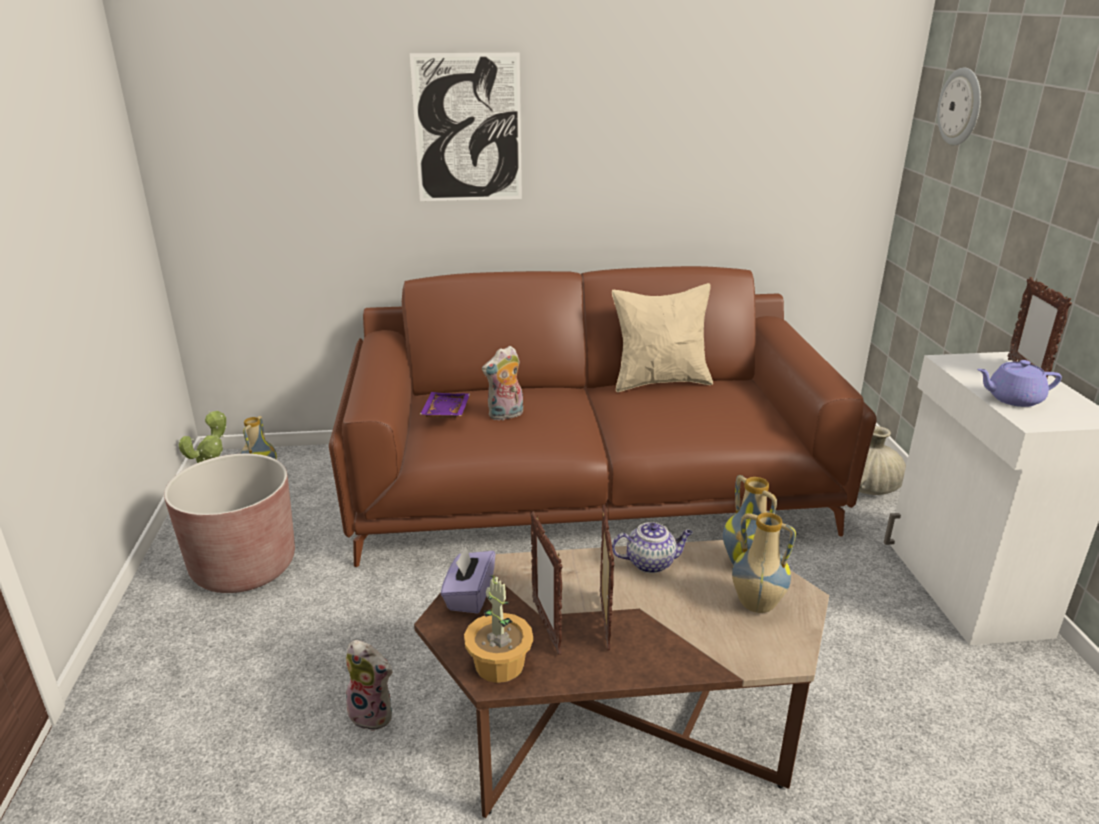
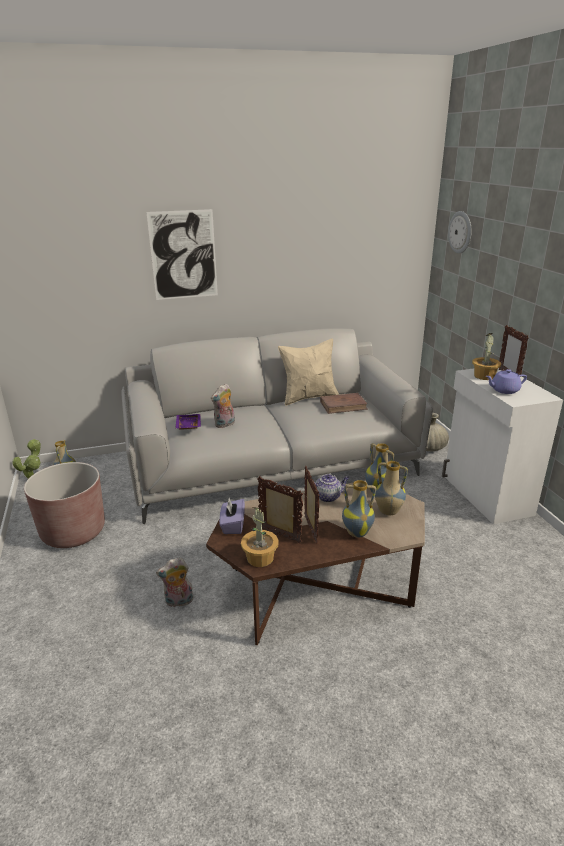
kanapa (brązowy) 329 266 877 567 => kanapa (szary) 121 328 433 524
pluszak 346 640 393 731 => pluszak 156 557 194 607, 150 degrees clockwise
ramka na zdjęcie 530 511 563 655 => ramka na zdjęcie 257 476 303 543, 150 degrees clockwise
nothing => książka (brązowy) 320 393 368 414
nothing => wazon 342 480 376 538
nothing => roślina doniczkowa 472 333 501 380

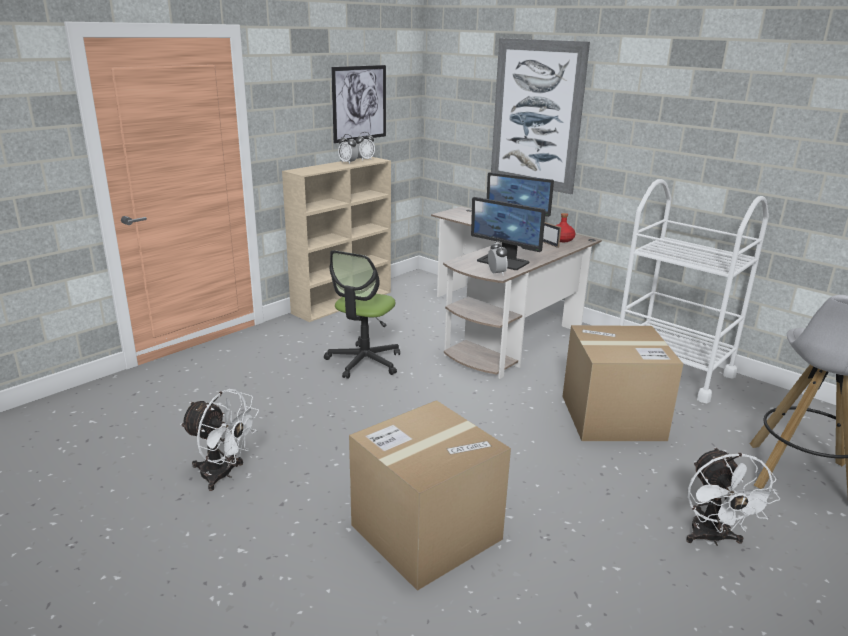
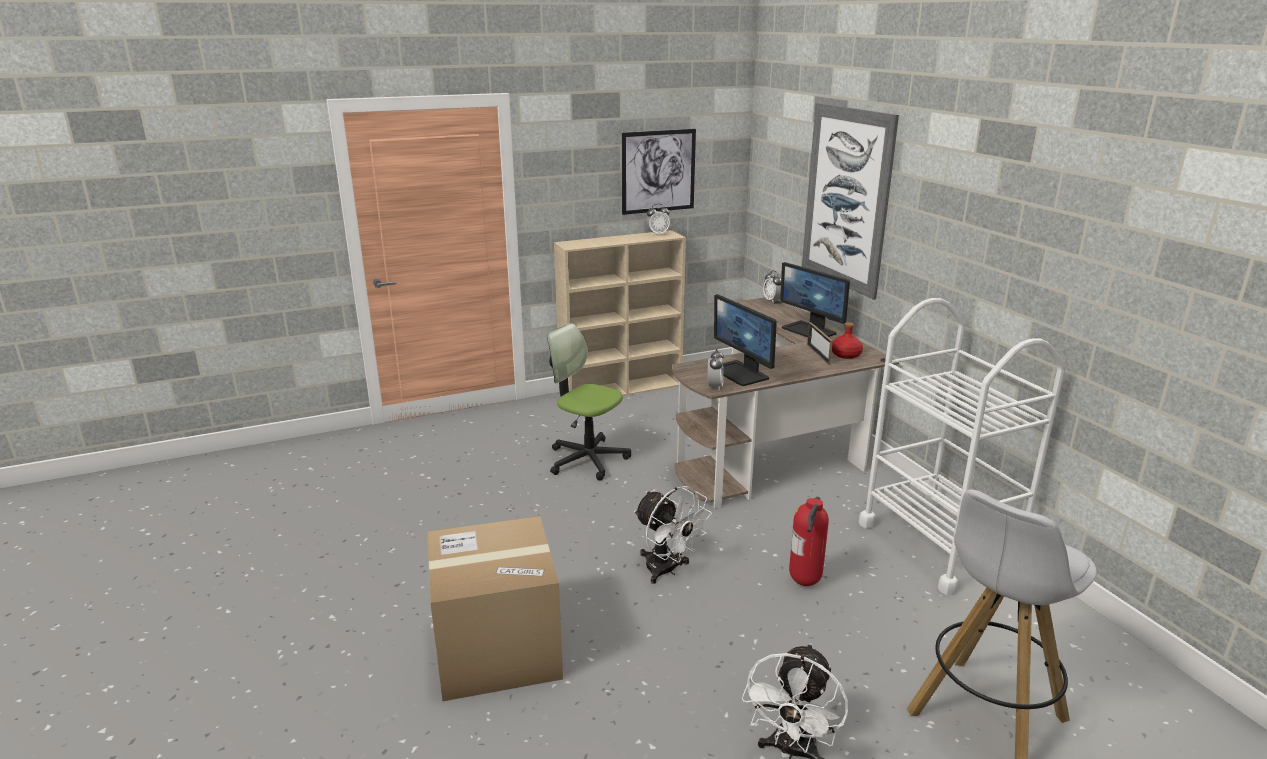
krzesło biurowe 324 250 400 379 => krzesło biurowe 547 323 631 481, 75 degrees clockwise
wentylator (biały) 180 389 259 491 => wentylator (biały) 634 486 712 584, move
budzik 338 134 358 164 => budzik 763 271 781 302, move
karton 562 325 683 441 => gaśnica 789 497 829 586

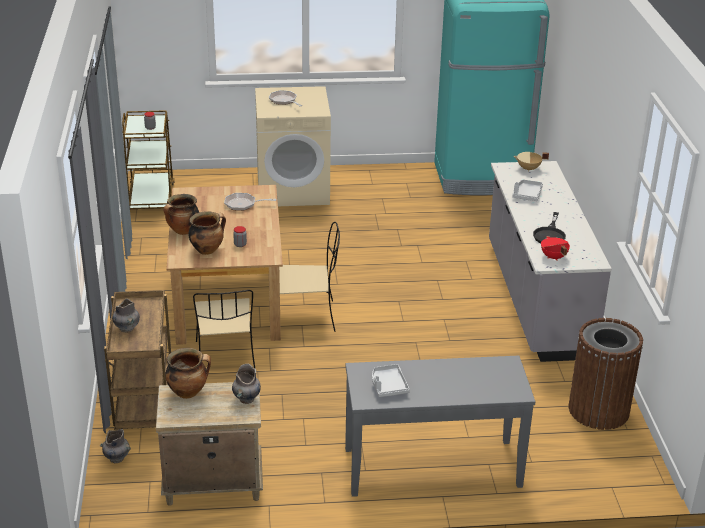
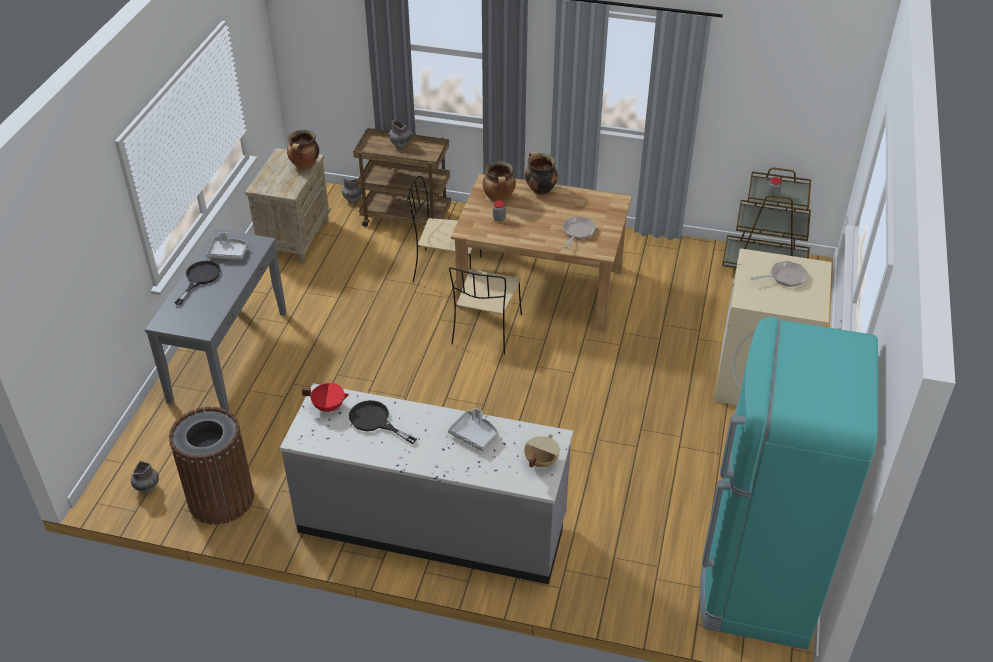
wazon (szary) 232 364 261 404 => wazon (szary) 131 461 159 493, move
nothing => patelnia (czarny) 175 261 221 305

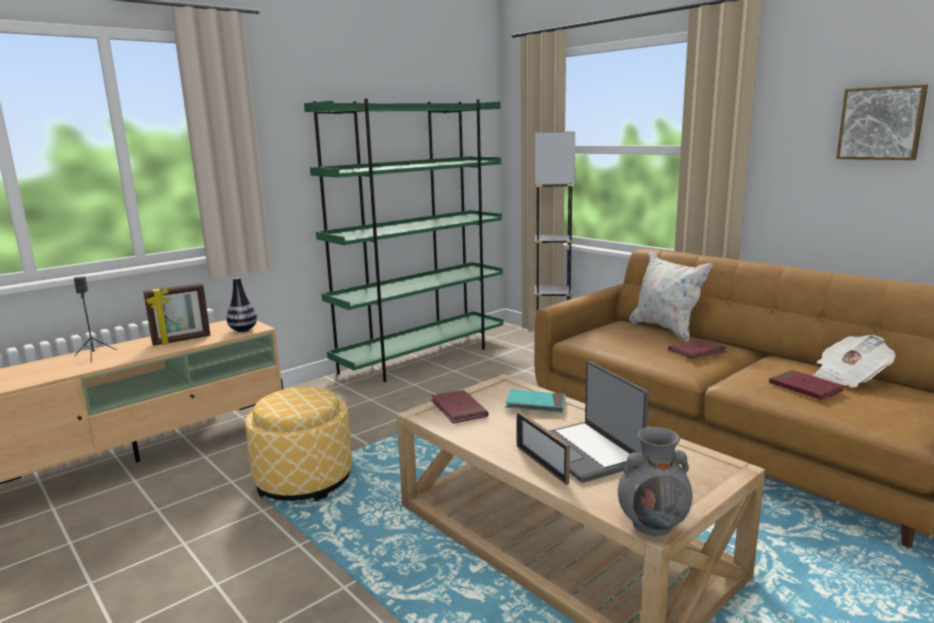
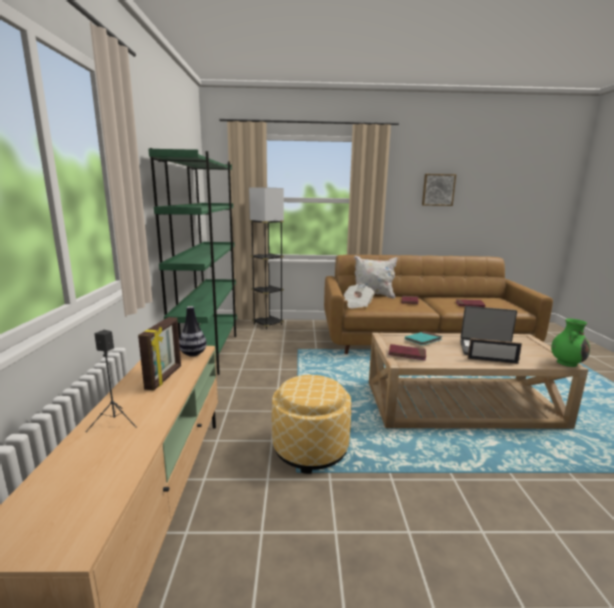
gazeta 813 335 895 387 => gazeta 344 284 375 308, move
wazon (szary) 618 427 692 536 => wazon (zielony) 551 319 590 367

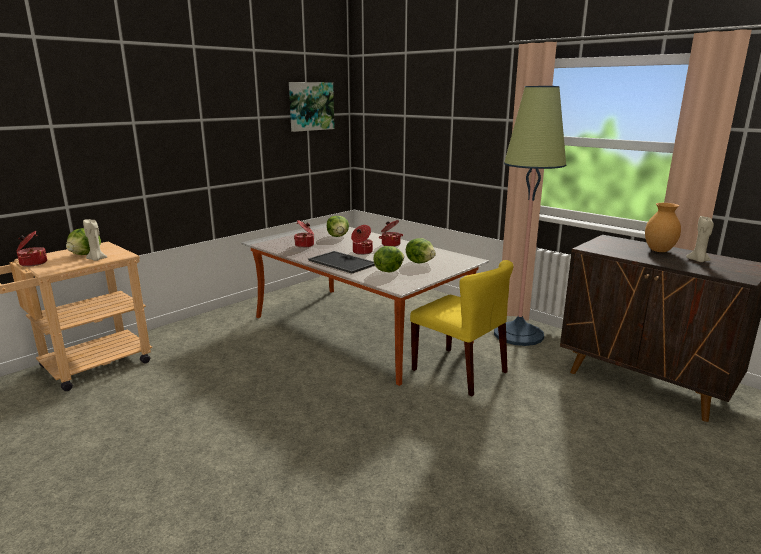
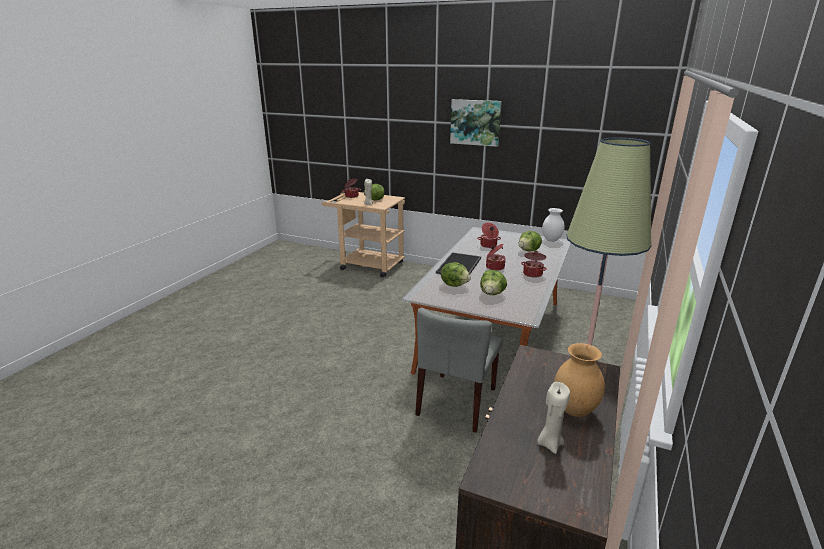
krzesło (żółty) 410 260 513 397 => krzesło (szary) 415 307 503 433
obraz 289 82 334 132 => obraz 450 99 502 147, move
nothing => wazon (biały) 542 208 565 242

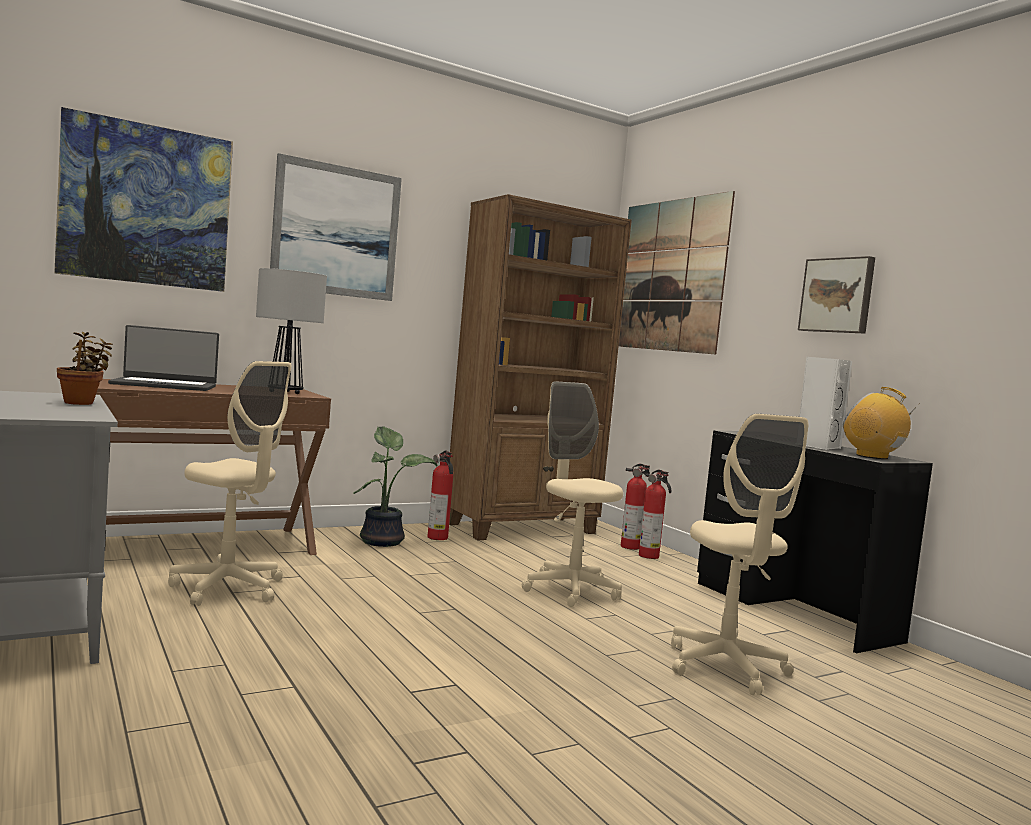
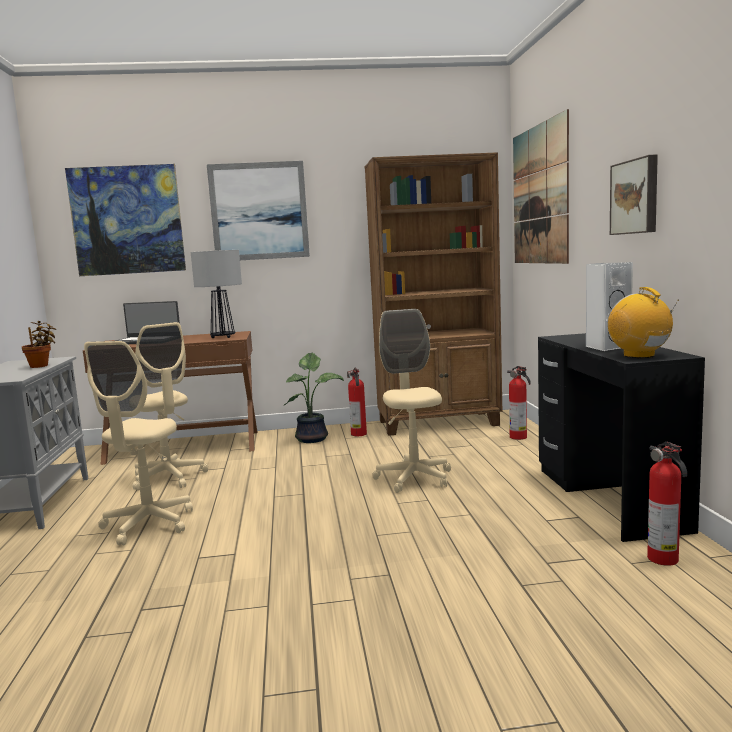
krzesło biurowe (beżowy) 671 414 808 695 => krzesło biurowe (beżowy) 84 341 193 545, move
gaśnica 639 470 671 559 => gaśnica 647 442 687 566, move

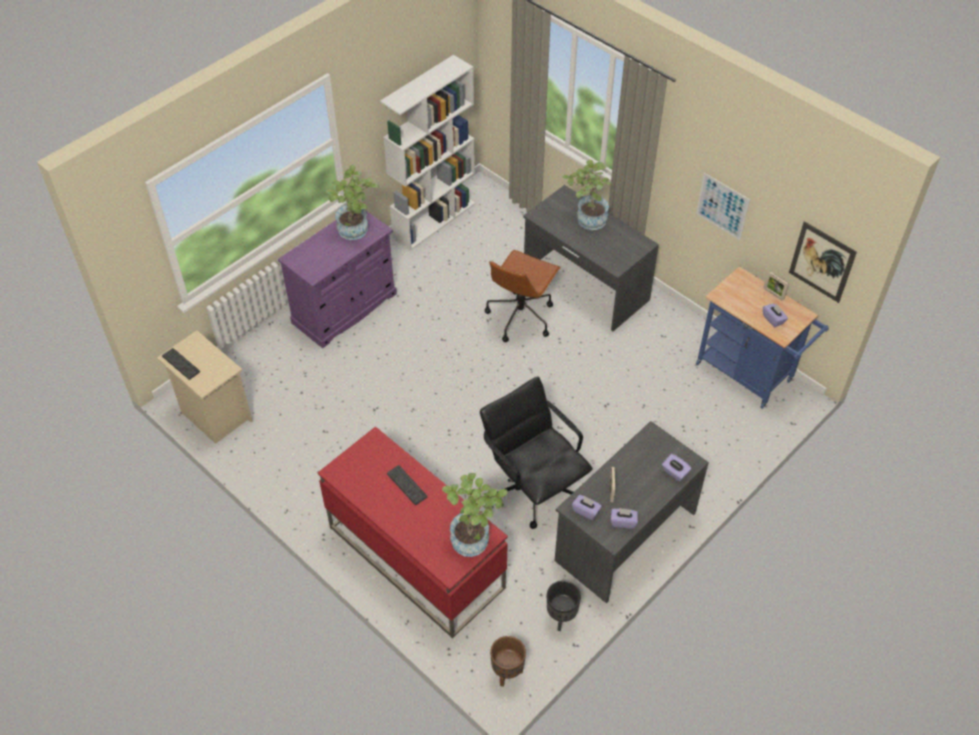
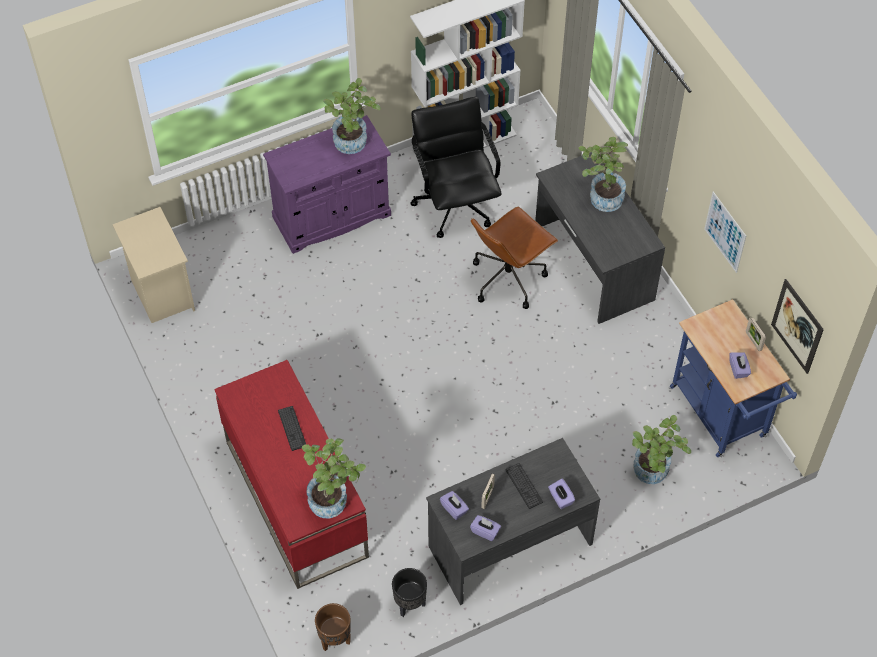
krzesło biurowe (czarny) 480 376 593 529 => krzesło biurowe (czarny) 410 97 502 238, move
klawiatura 162 348 200 380 => klawiatura 506 463 543 509, move
nothing => roślina doniczkowa 632 415 691 484

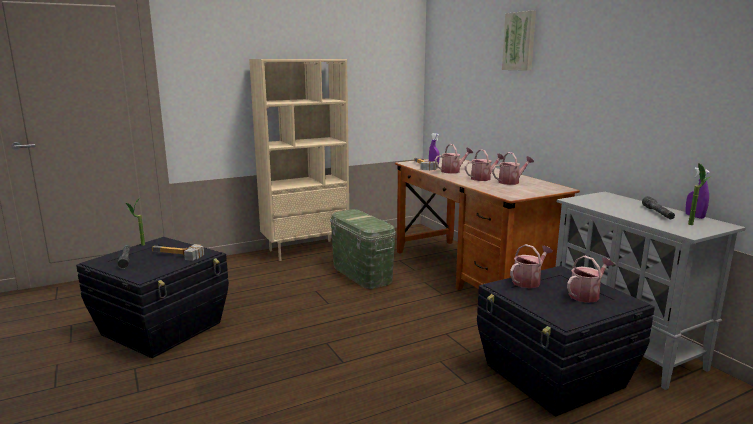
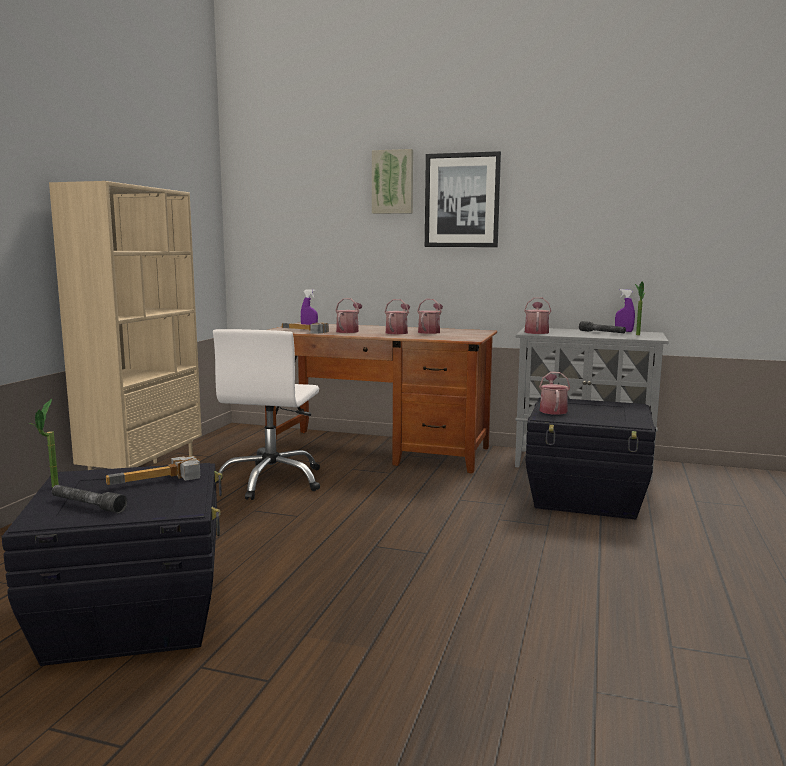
pojemnik do przechowywania (zielony) 330 209 396 289 => krzesło biurowe (biały) 213 329 320 500
nothing => obraz 425 151 501 247
konewka 567 256 614 303 => konewka 524 297 551 334, move

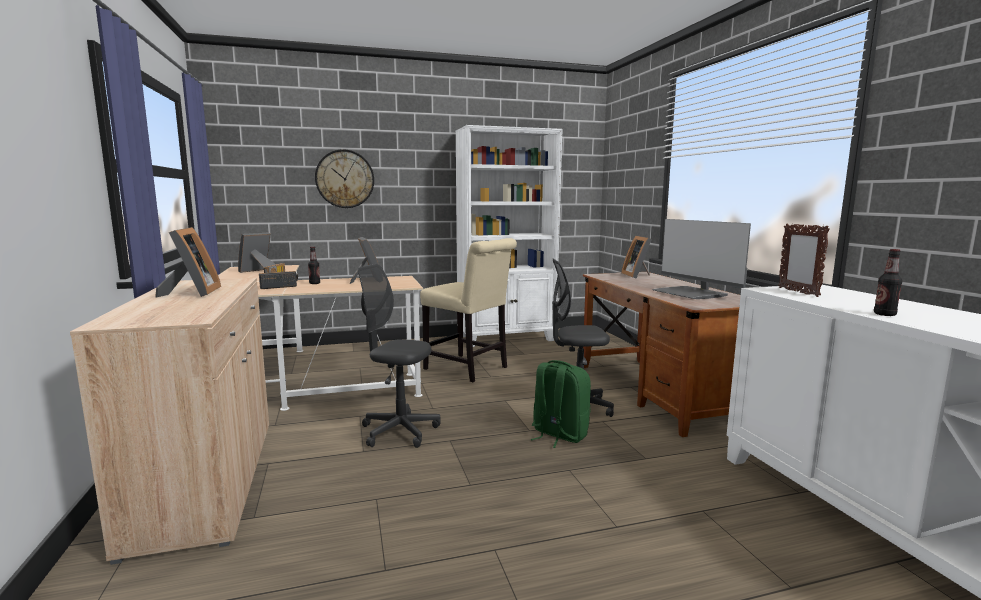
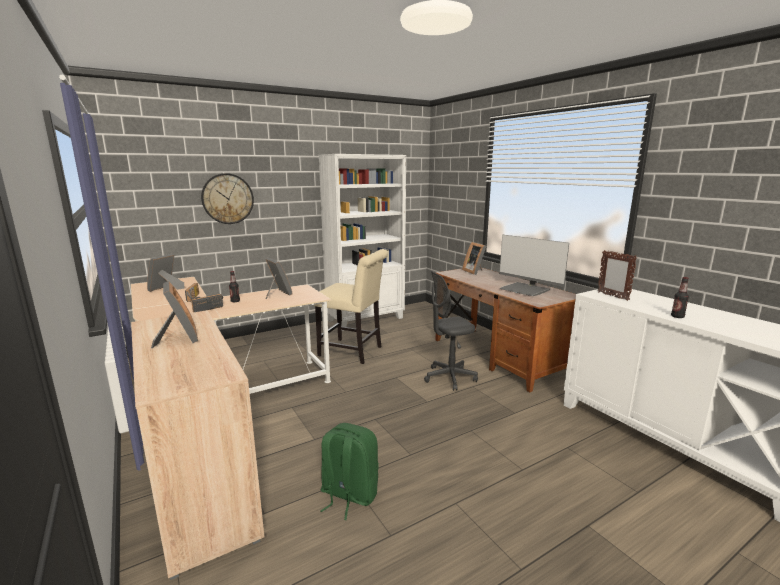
plecak (zielony) 530 360 591 448 => plecak (zielony) 320 423 379 520, move
krzesło biurowe (szary) 358 264 441 448 => nothing

